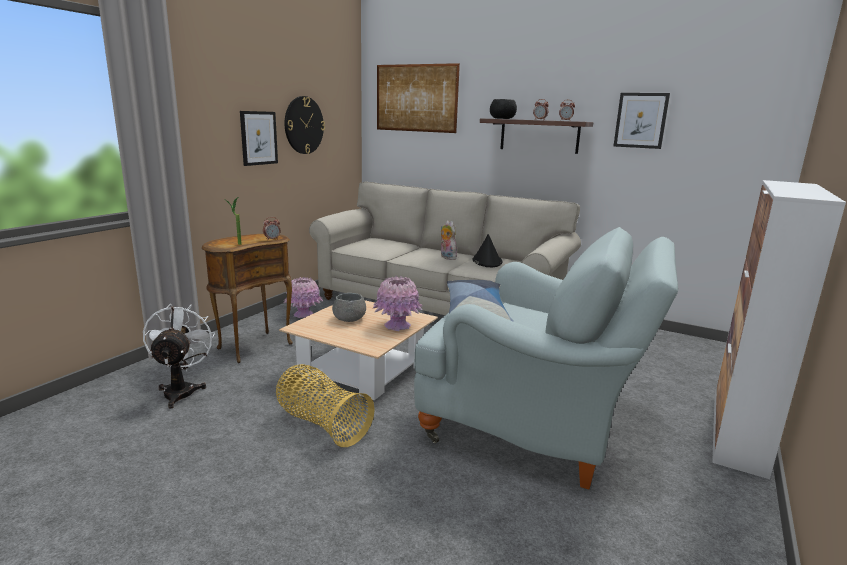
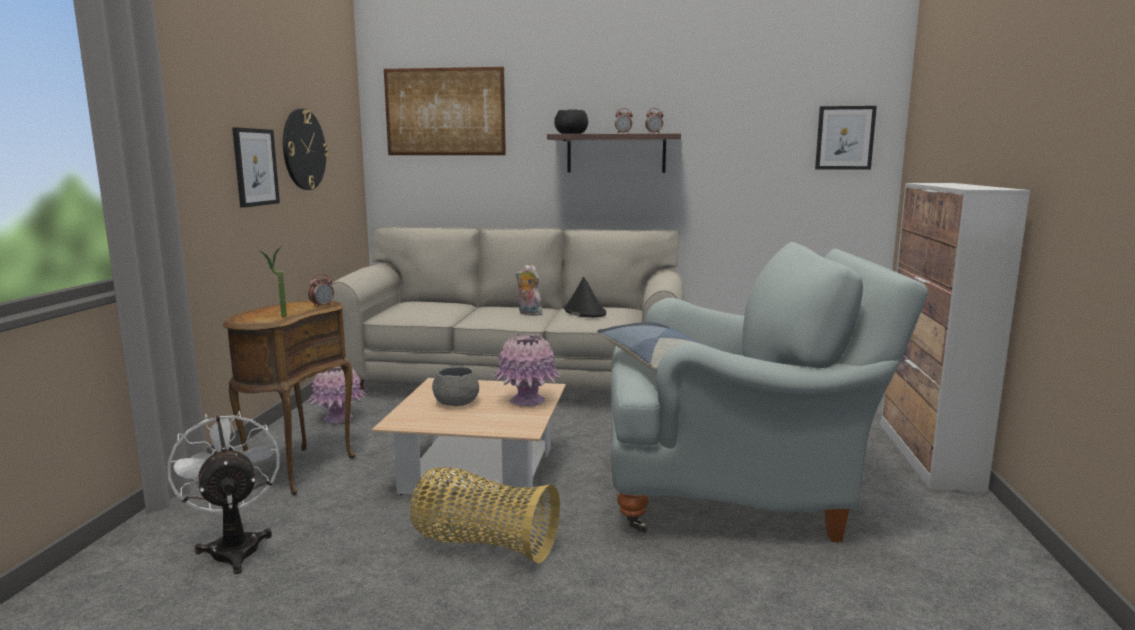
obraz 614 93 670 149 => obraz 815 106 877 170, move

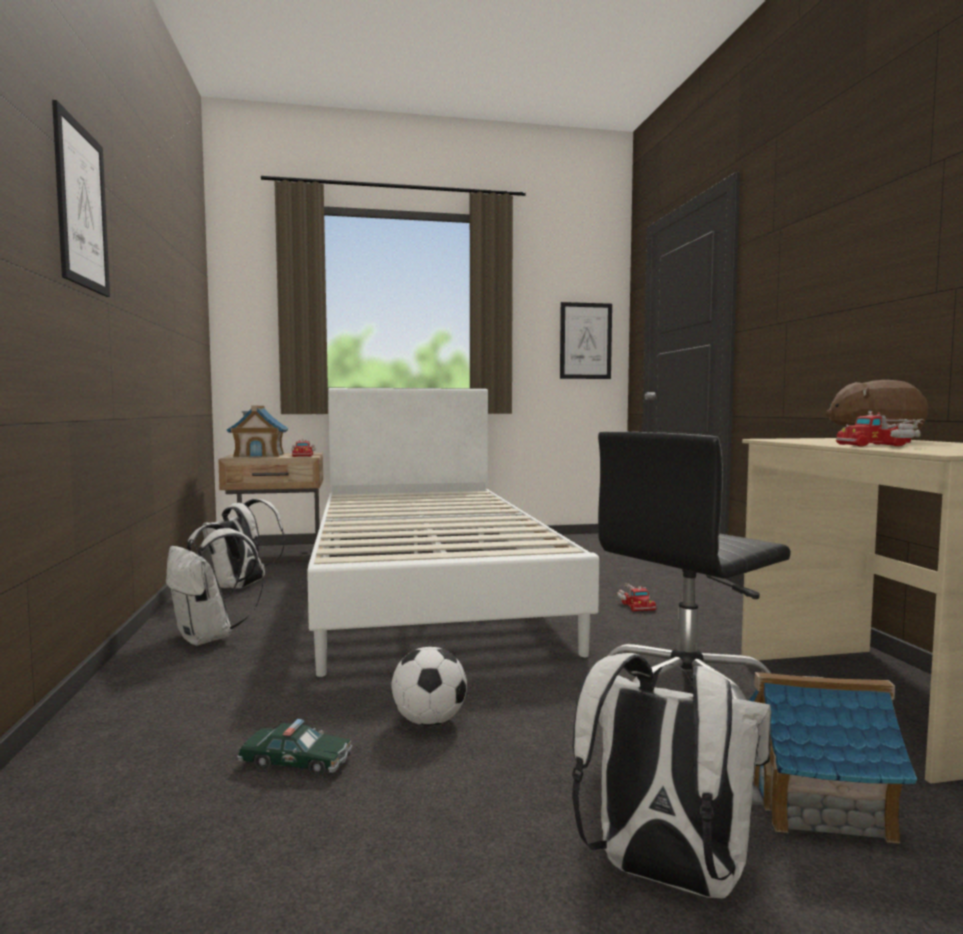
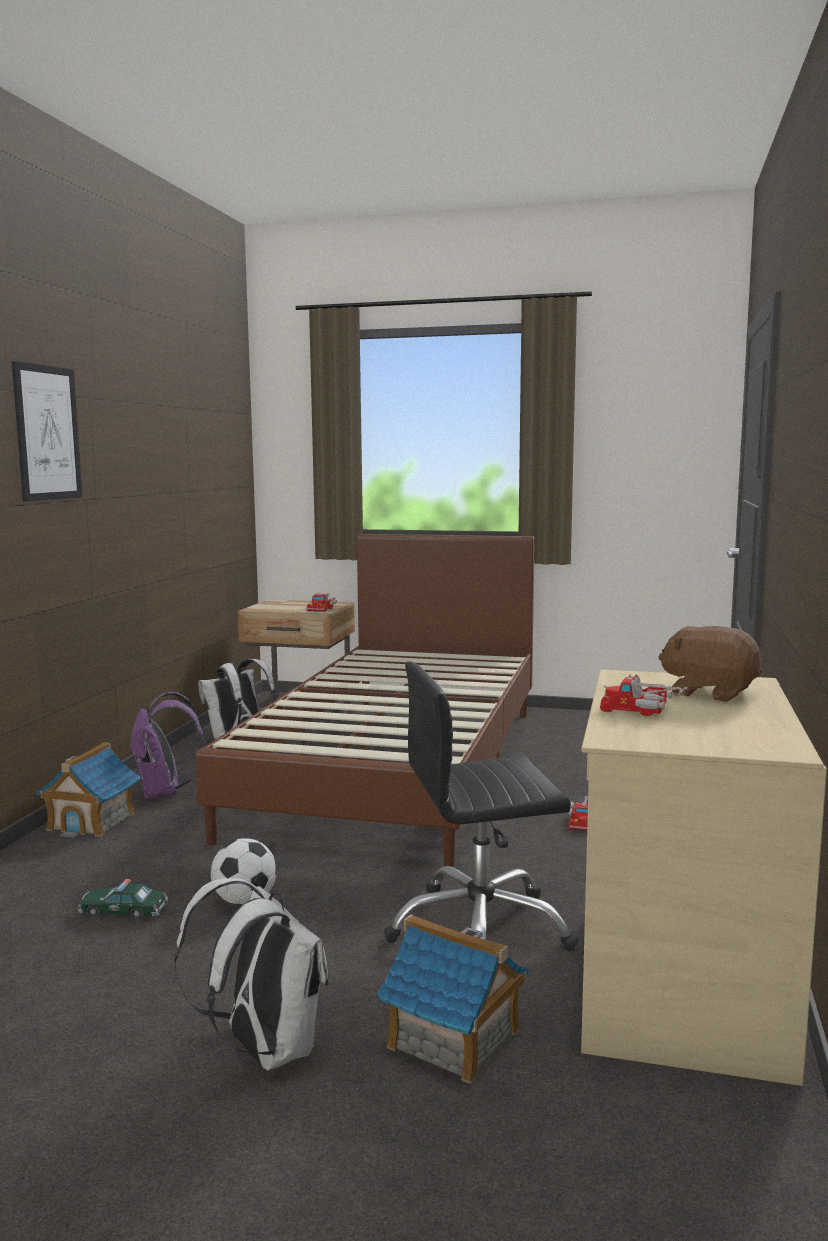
domek 227 406 289 458 => domek 36 742 141 838, move
samochodzik 237 719 352 777 => samochodzik 78 879 168 920, 150 degrees clockwise
plecak (biały) 166 523 264 646 => plecak (fioletowy) 129 692 205 799
łóżko (biały) 307 388 599 677 => łóżko (brązowy) 195 534 535 867
obraz 560 302 612 379 => nothing

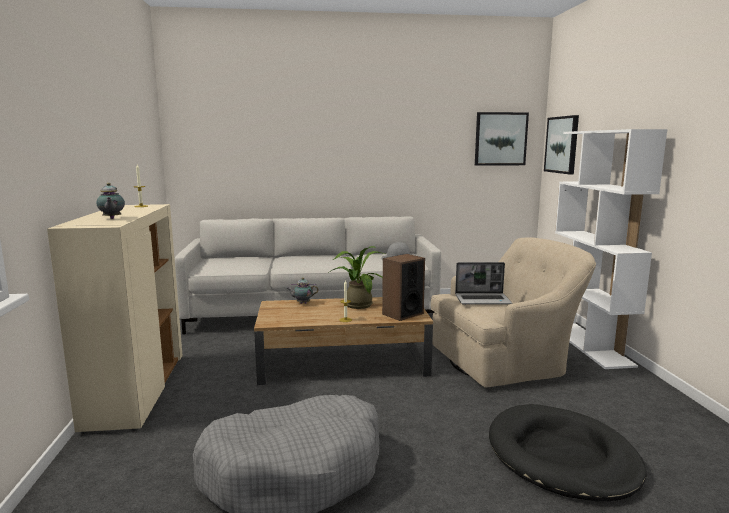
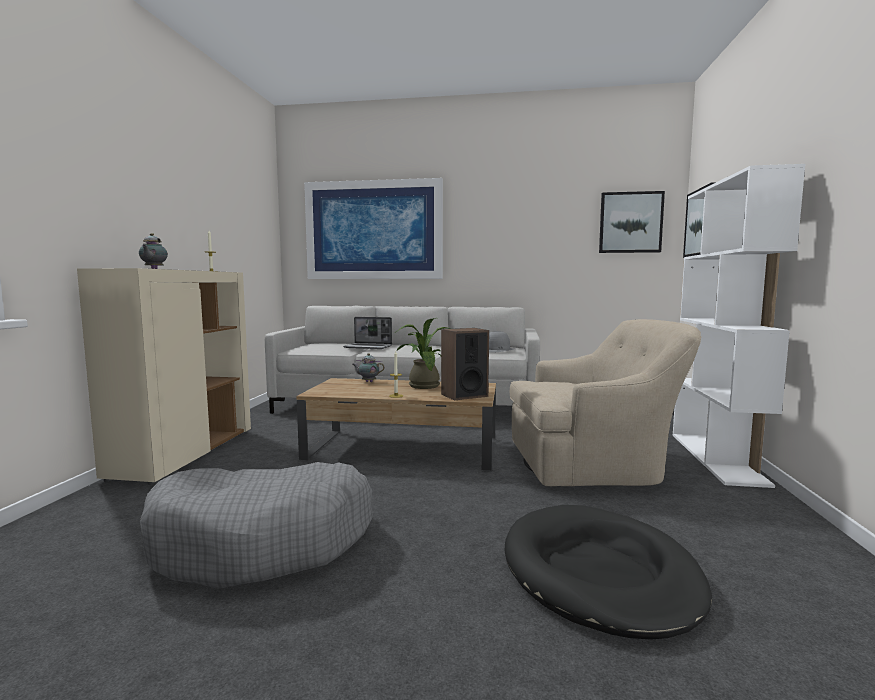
nothing => obraz 304 178 443 279
laptop 455 262 512 305 => laptop 343 317 392 349, move

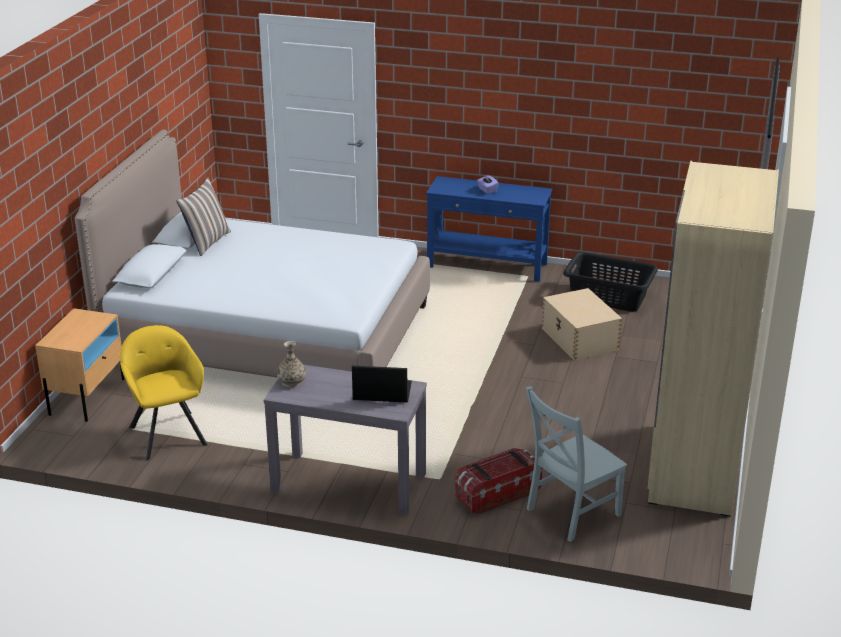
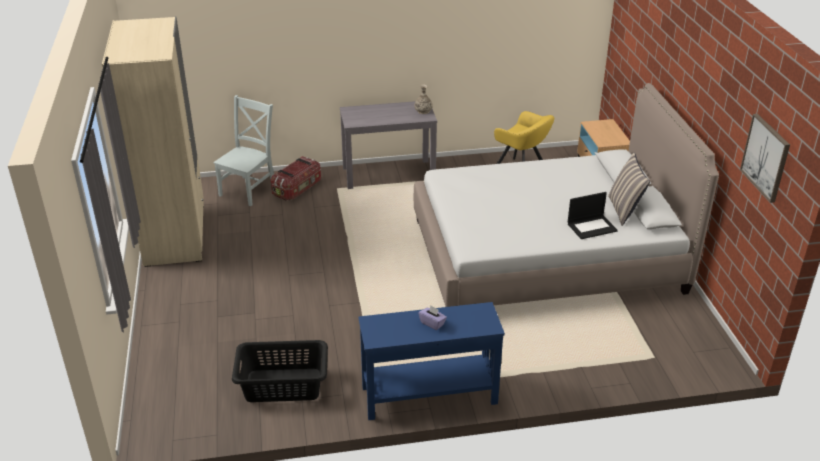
laptop 352 366 412 403 => laptop 568 192 618 239, move
nothing => obraz 740 114 790 203
pojemnik do przechowywania (beżowy) 542 288 622 360 => nothing

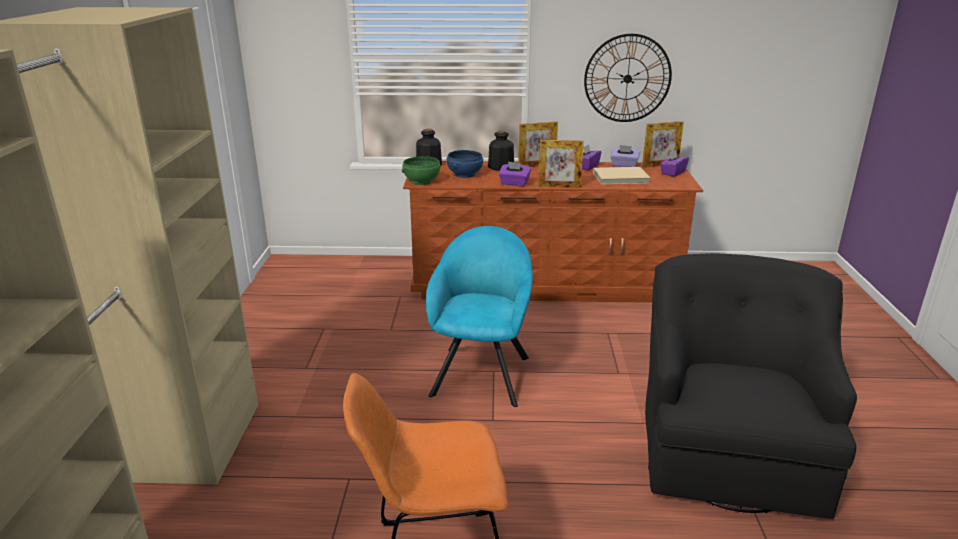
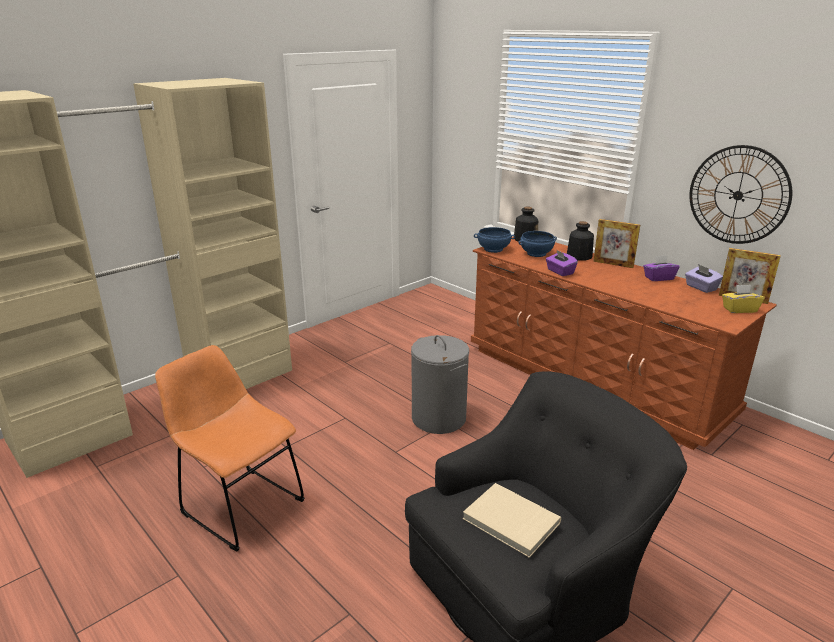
fotel (turkusowy) 426 226 533 407 => kosz na pranie (szary) 411 335 469 434
książka (beżowy) 593 167 650 185 => książka (beżowy) 463 483 561 558, move
miska (zielony) 402 156 440 185 => miska (niebieski) 474 227 515 253
pudełko chusteczek (fioletowy) 660 150 689 177 => pudełko chusteczek (żółty) 722 285 764 313
ramka na zdjęcie 538 140 584 188 => nothing

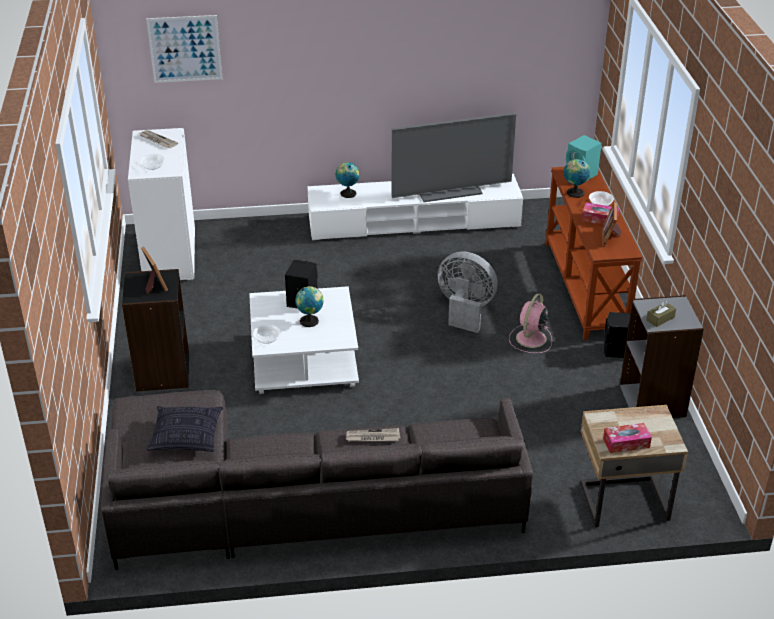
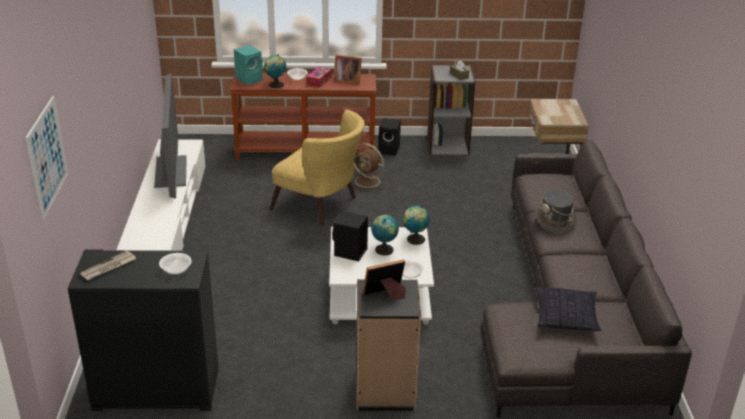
szafka (biały) 128 128 195 282 => szafka (czarny) 68 249 219 411
wentylator (szary) 437 252 498 333 => fotel (żółty) 270 110 365 226
wentylator (różowy) 509 293 552 353 => wentylator (brązowy) 352 143 387 191
globus 336 162 360 198 => globus 403 206 430 245, move
gazeta 346 428 400 442 => kapelusz (szary) 535 189 577 234
pudełko chusteczek 603 423 652 453 => nothing

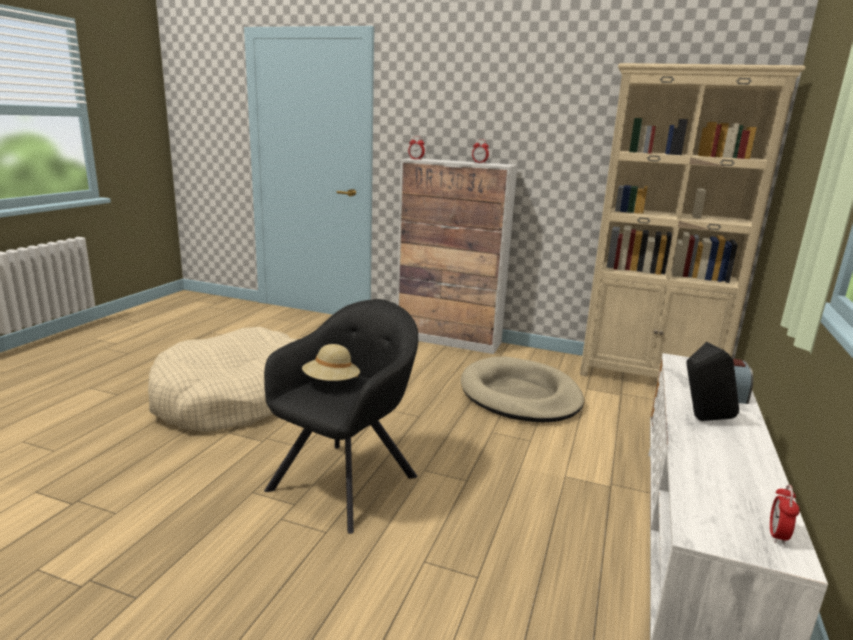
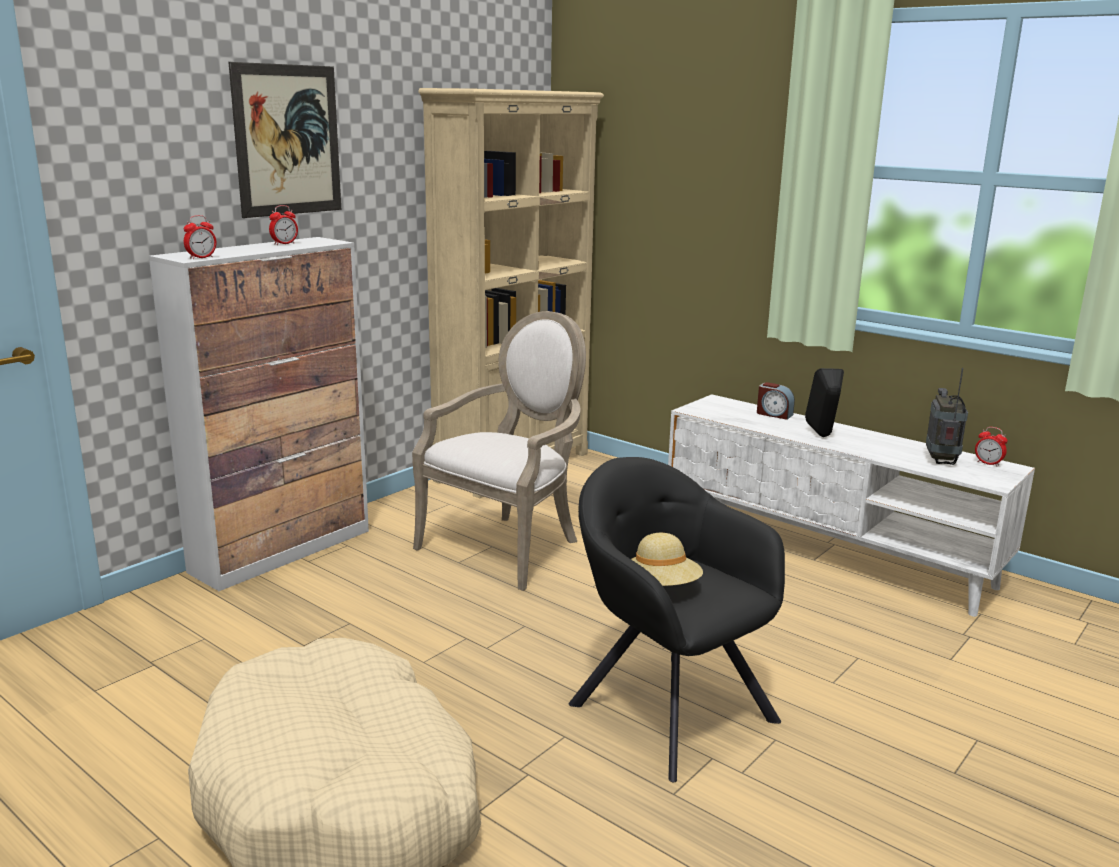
nothing => obraz 228 62 341 218
legowisko (beżowy) 461 357 584 422 => fotel 412 311 586 591
nothing => radio 926 368 968 465

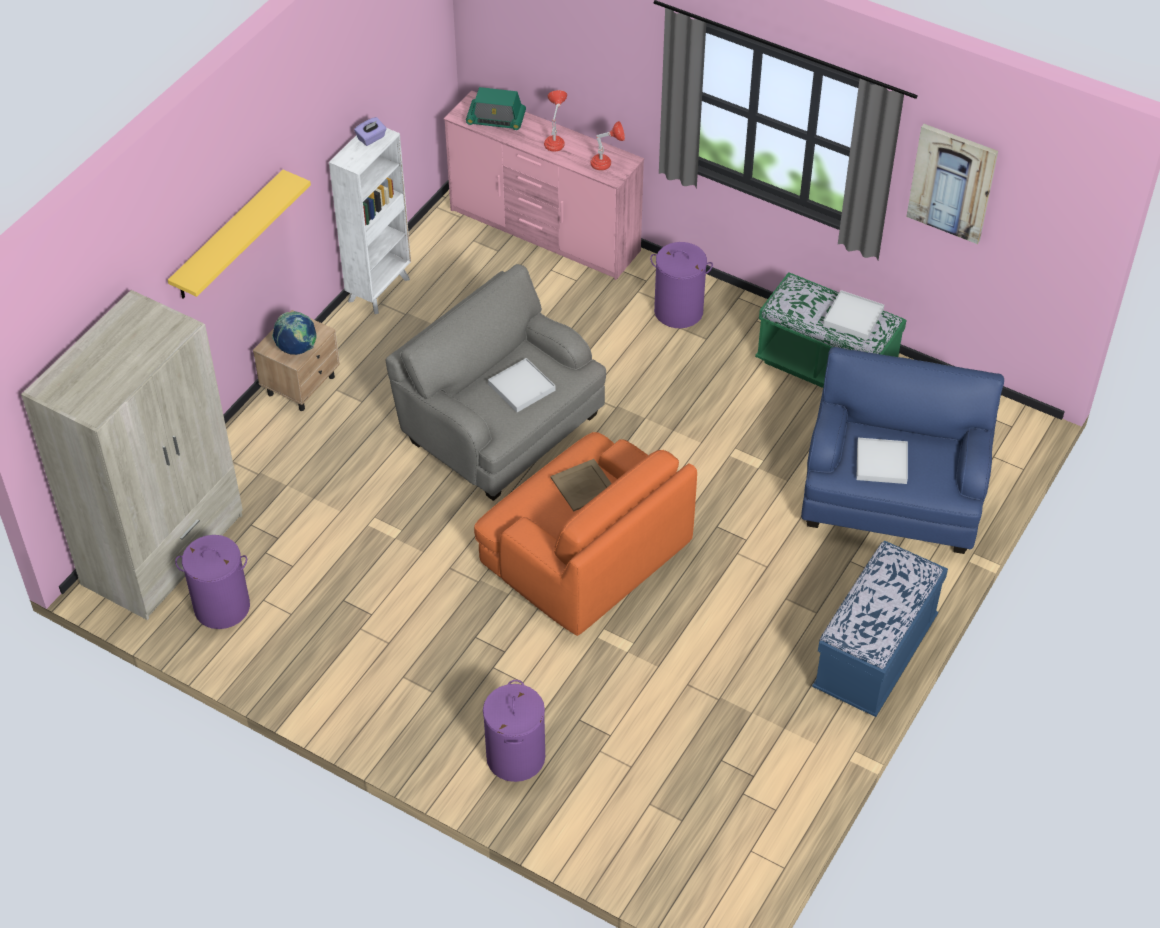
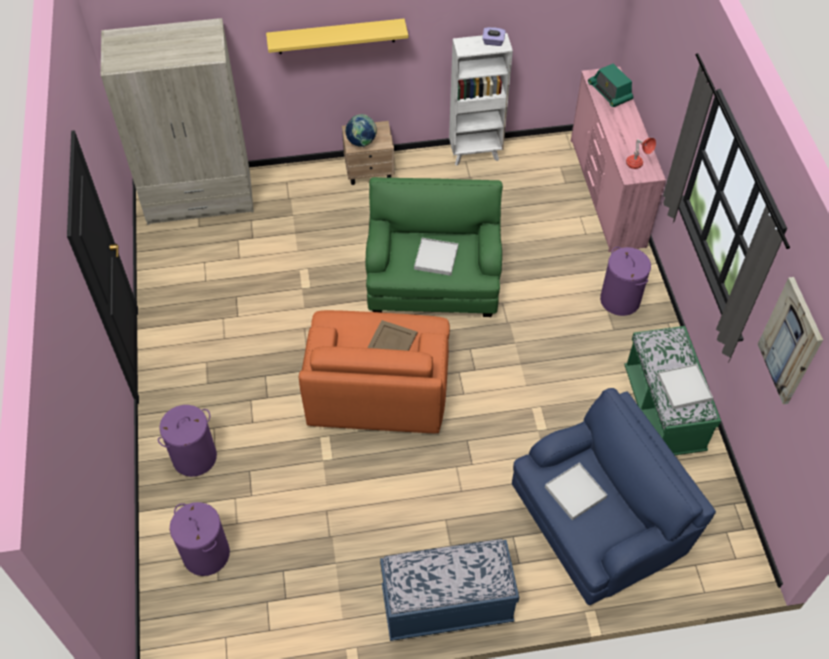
kosz na pranie (fioletowy) 175 535 250 629 => kosz na pranie (fioletowy) 170 502 230 576, move
fotel (szary) 385 264 606 501 => fotel (zielony) 366 177 503 317
lampa stołowa (czerwony) 544 90 567 152 => nothing

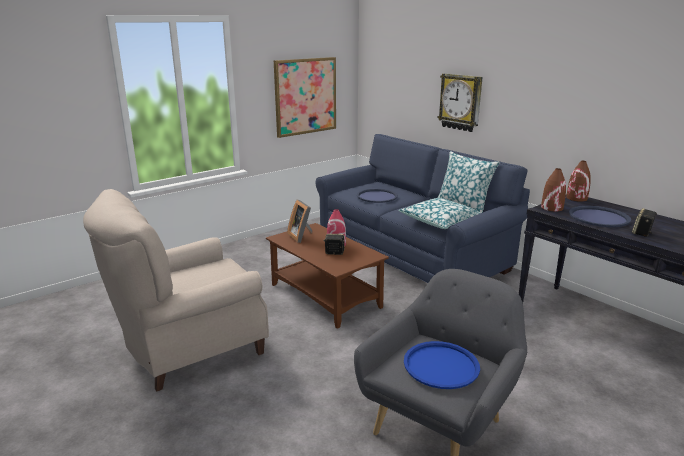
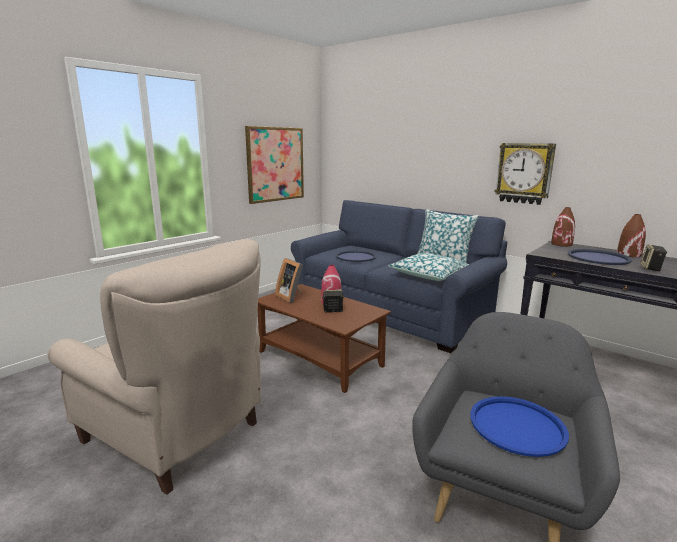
fotel (beżowy) 83 189 269 392 => fotel (beżowy) 48 239 261 495, 105 degrees counterclockwise
zegar ścienny 438 73 483 132 => zegar ścienny 495 143 556 205, move
wazon (brązowy) 541 168 566 212 => wazon (brązowy) 617 214 646 257, move

